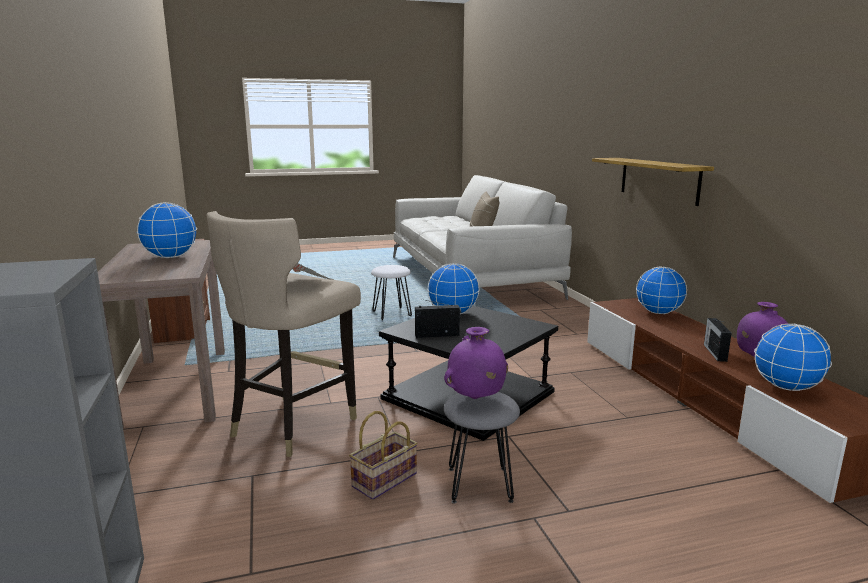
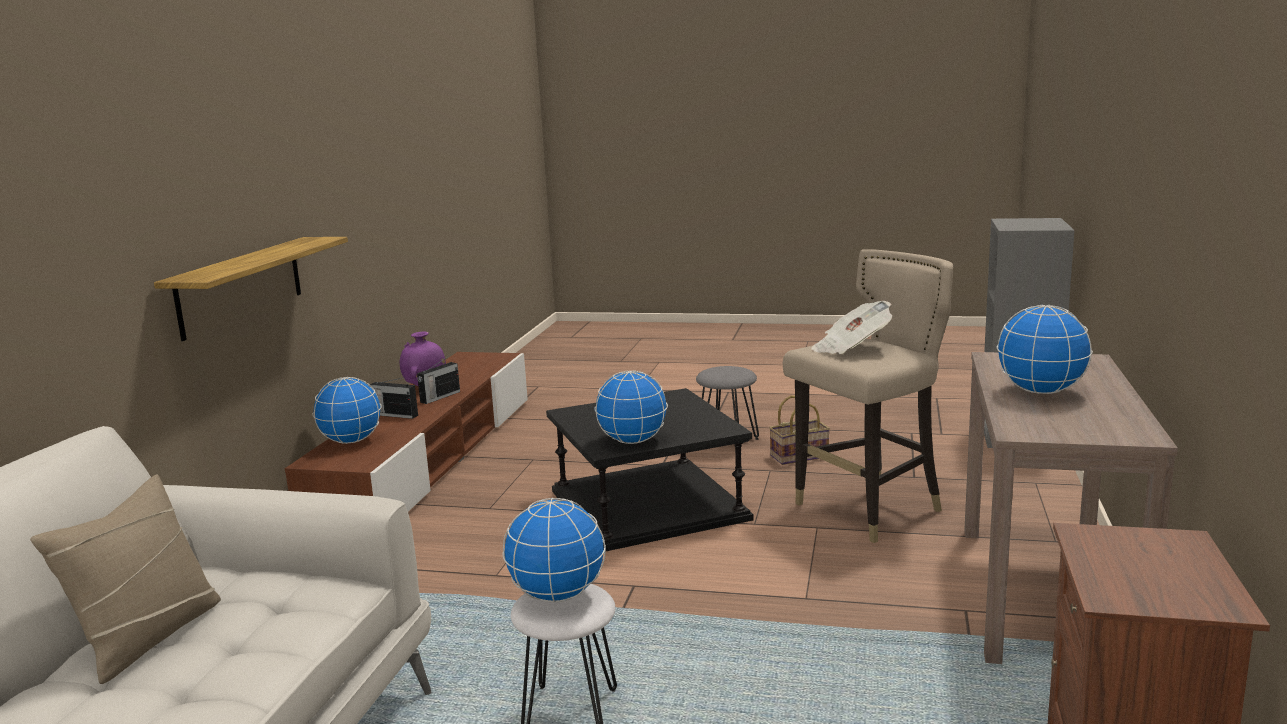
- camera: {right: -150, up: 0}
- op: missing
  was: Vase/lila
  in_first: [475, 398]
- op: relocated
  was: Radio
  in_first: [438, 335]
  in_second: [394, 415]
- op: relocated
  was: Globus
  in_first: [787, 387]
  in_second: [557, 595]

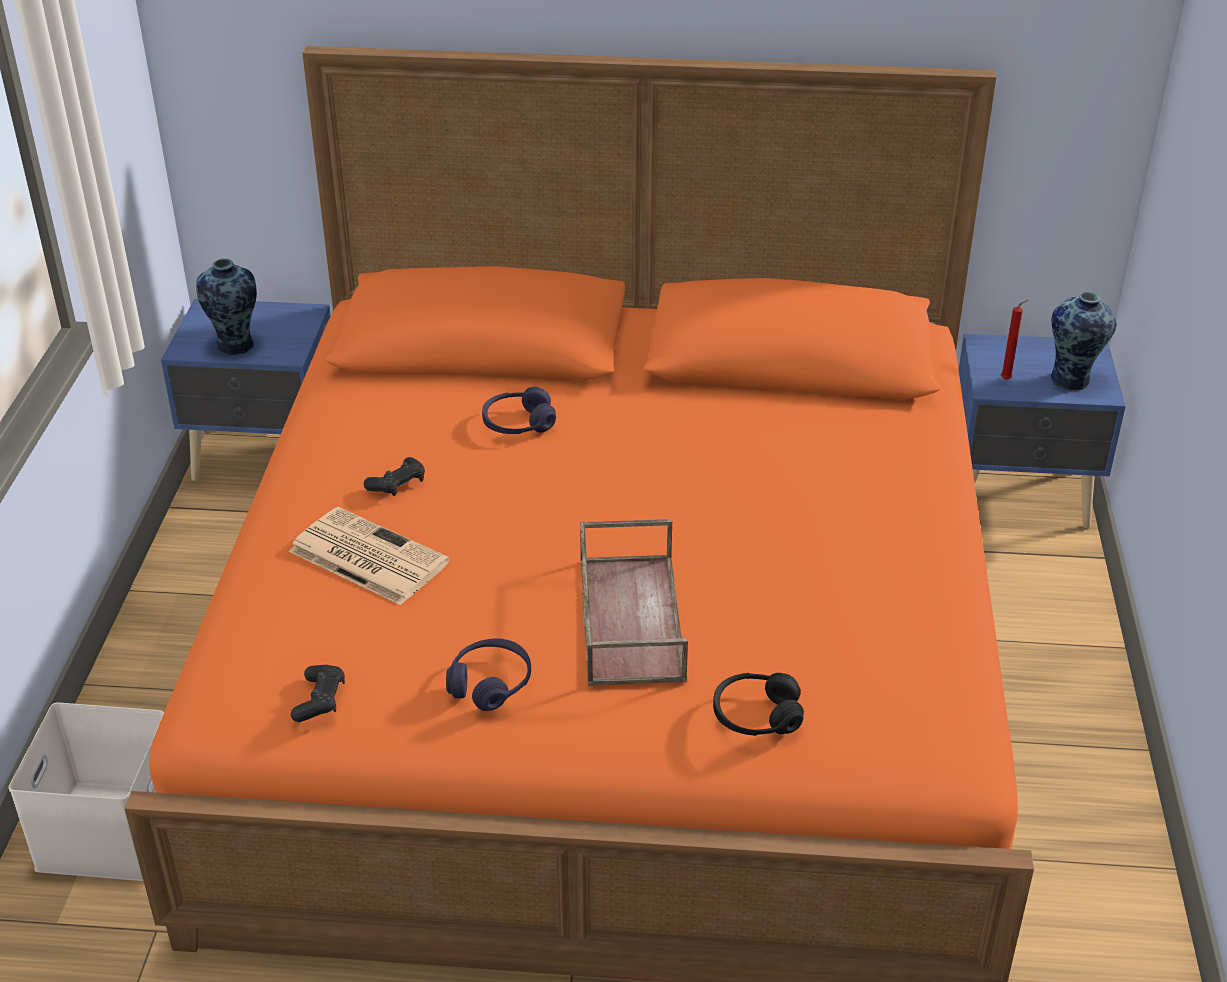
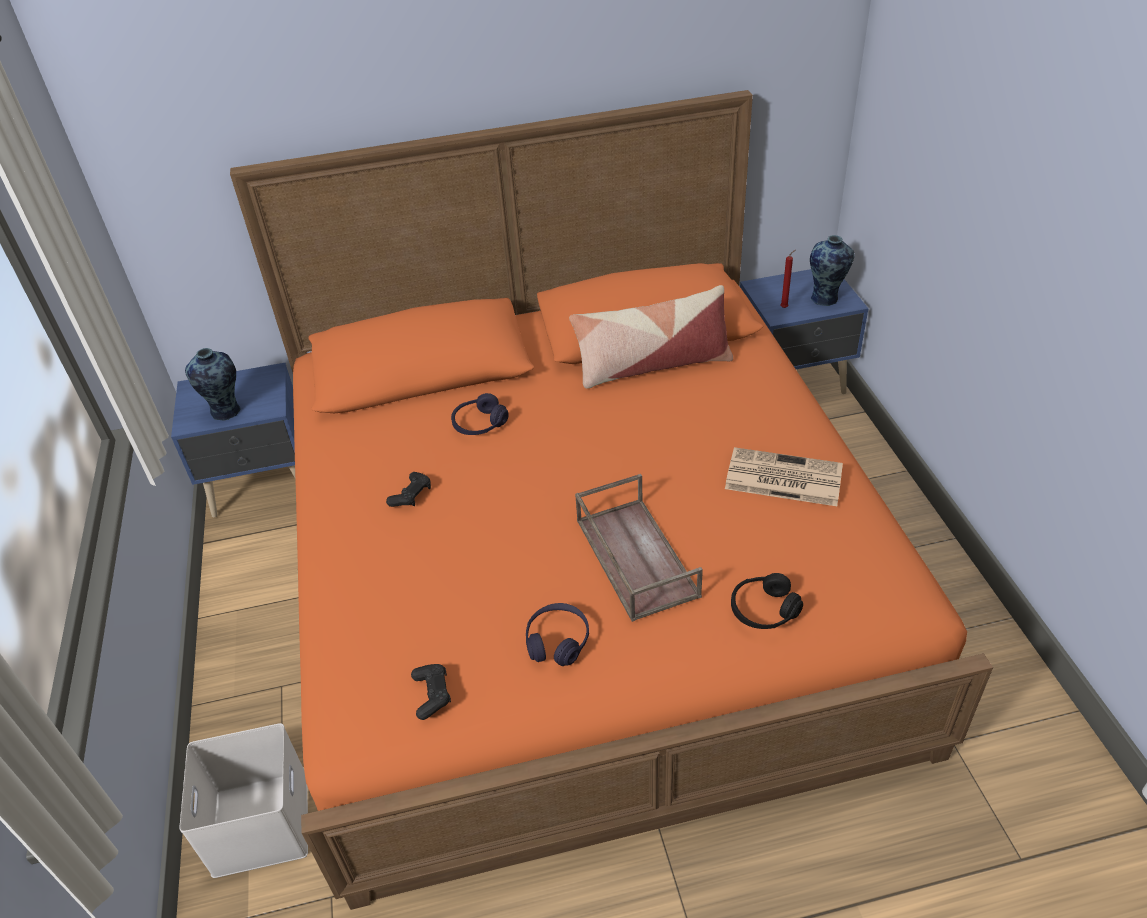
- camera: {right: -15, up: 5}
- op: appeared
  now: Kissen
  in_second: [652, 365]
- op: relocated
  was: Zeitung
  in_first: [366, 557]
  in_second: [781, 478]

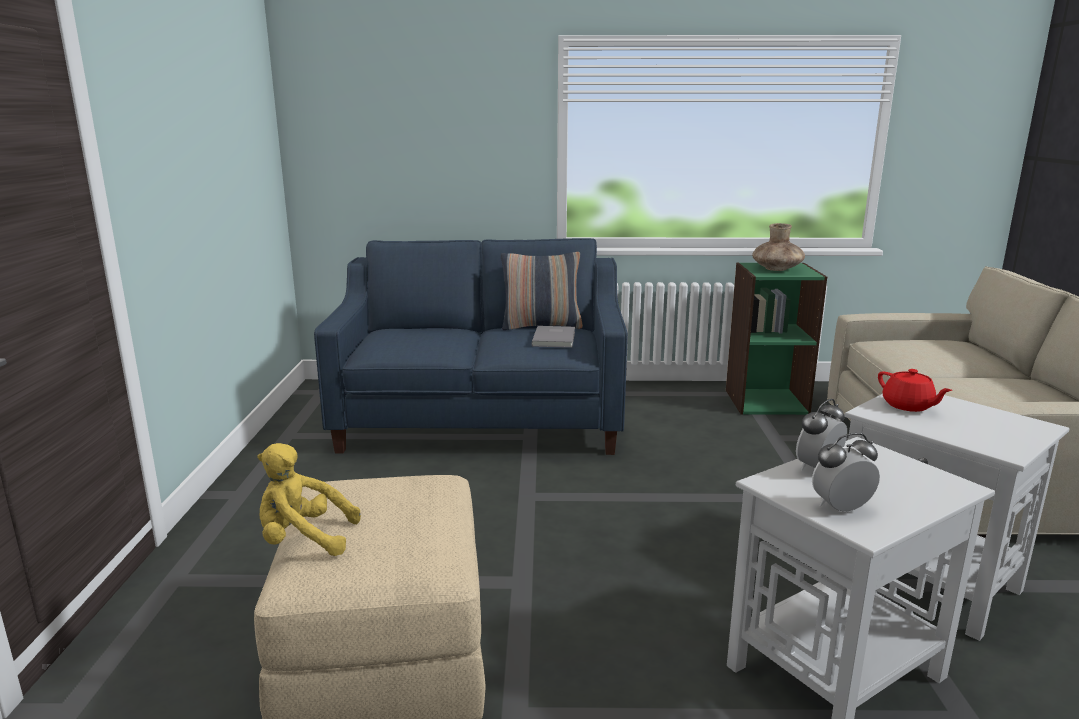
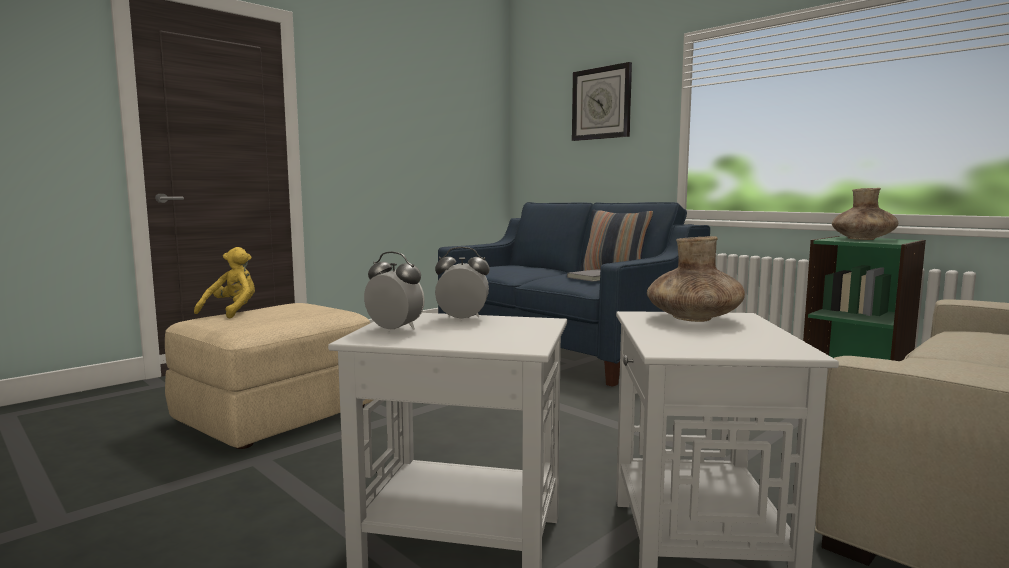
- camera: {right: 45, up: -10}
- op: appeared
  now: Wanduhr
  in_second: [601, 103]
- op: exchanged
  was: Teekanne/rot
  now: Vase/braun
  in_first: [908, 406]
  in_second: [693, 319]
- op: spun
  was: Plüschtier/gelb
  in_first: [304, 540]
  in_second: [232, 311]
  clockwise: 60

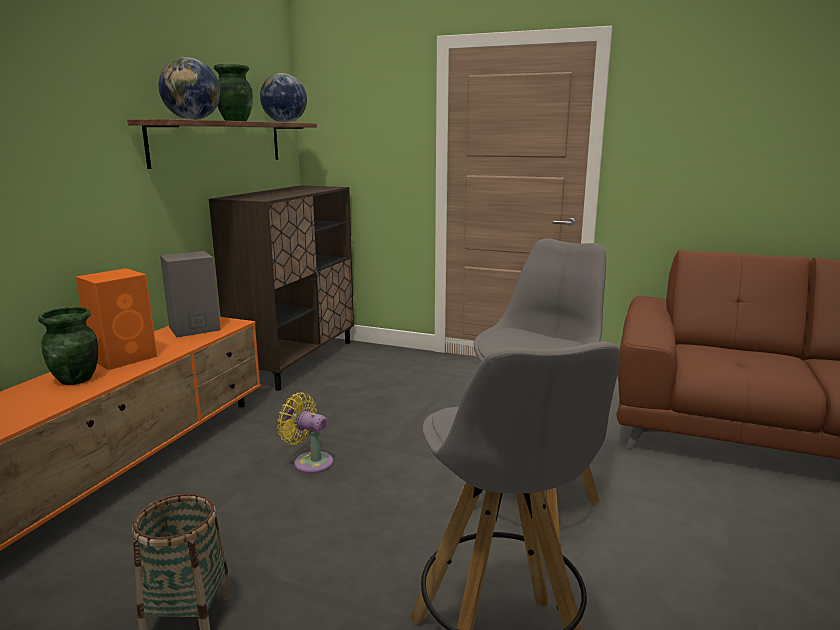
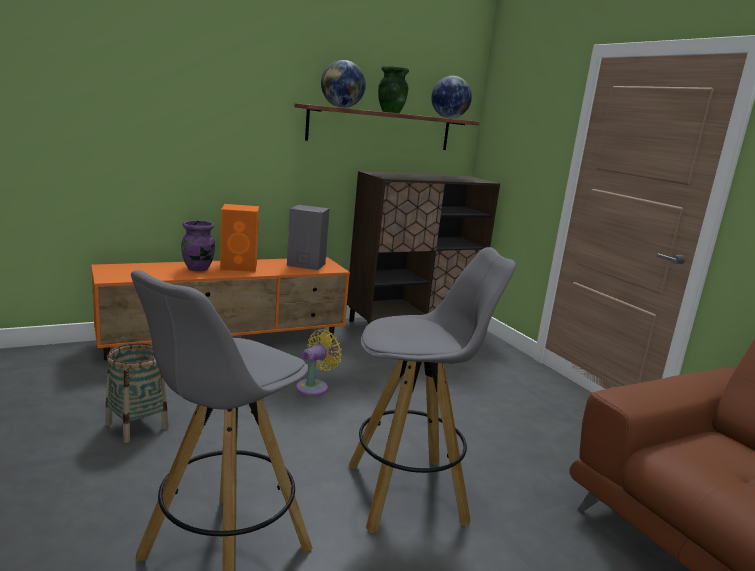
- camera: {right: 40, up: 0}
- op: colour
  was: Vase/grün
  now: Vase/lila
  in_first: [76, 379]
  in_second: [198, 269]
- op: spun
  was: Ventilator/gelb
  in_first: [309, 462]
  in_second: [315, 386]
  clockwise: 60

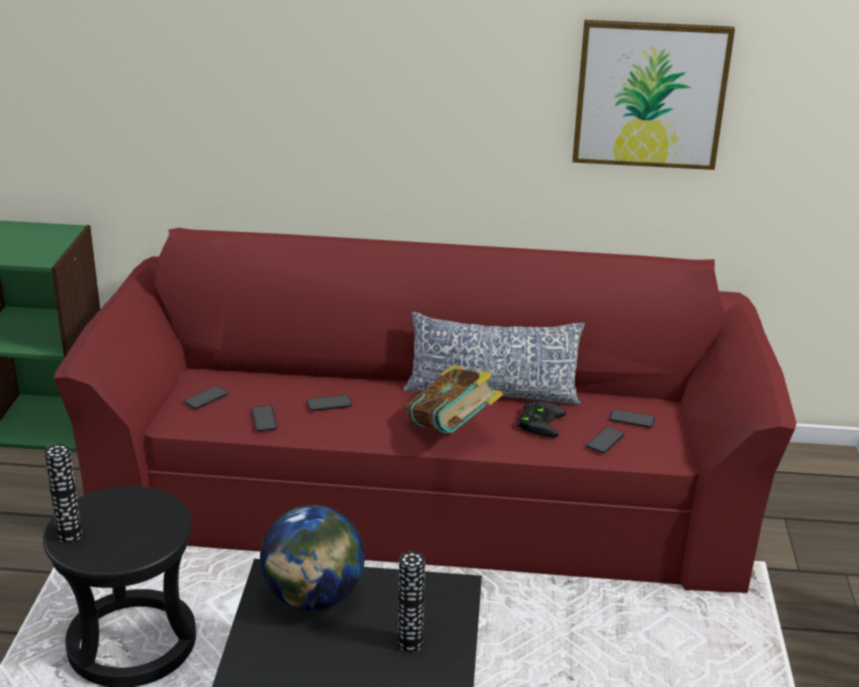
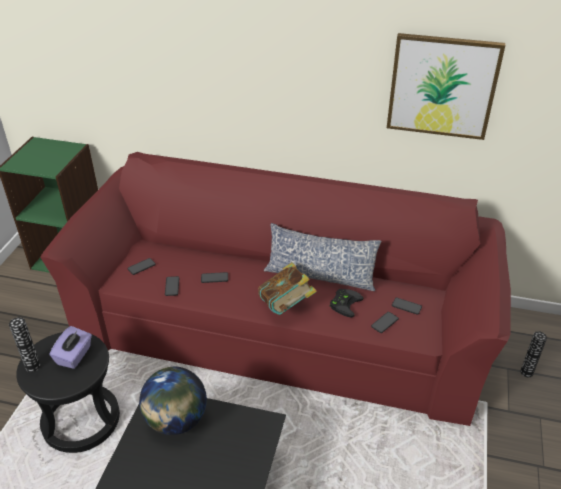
- camera: {right: 10, up: 10}
- op: appeared
  now: Taschentuchbox/lila
  in_second: [74, 356]
- op: relocated
  was: Vase
  in_first: [410, 643]
  in_second: [526, 372]

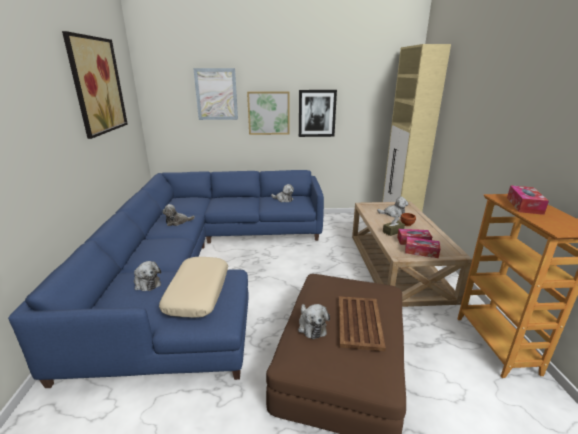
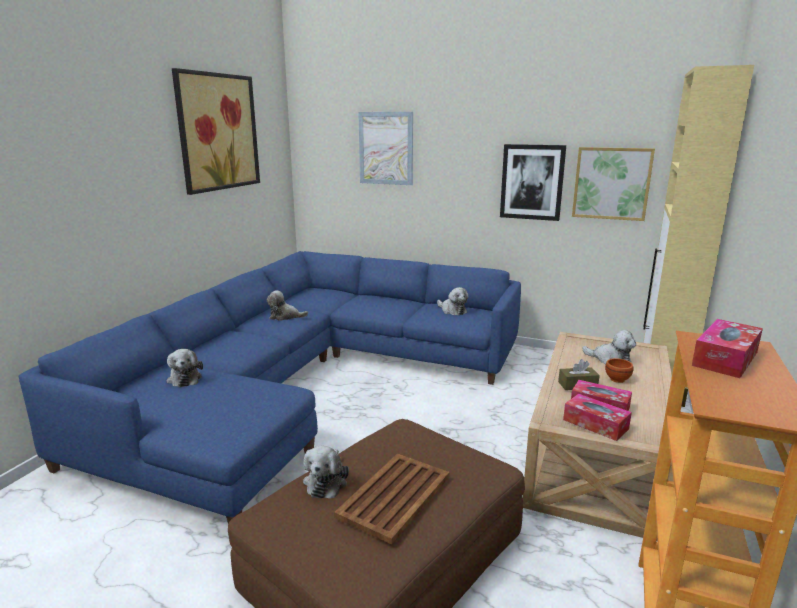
- camera: {right: 25, up: -5}
- op: missing
  was: Kissen/beige
  in_first: [197, 292]
- op: relocated
  was: Bild
  in_first: [268, 113]
  in_second: [611, 183]

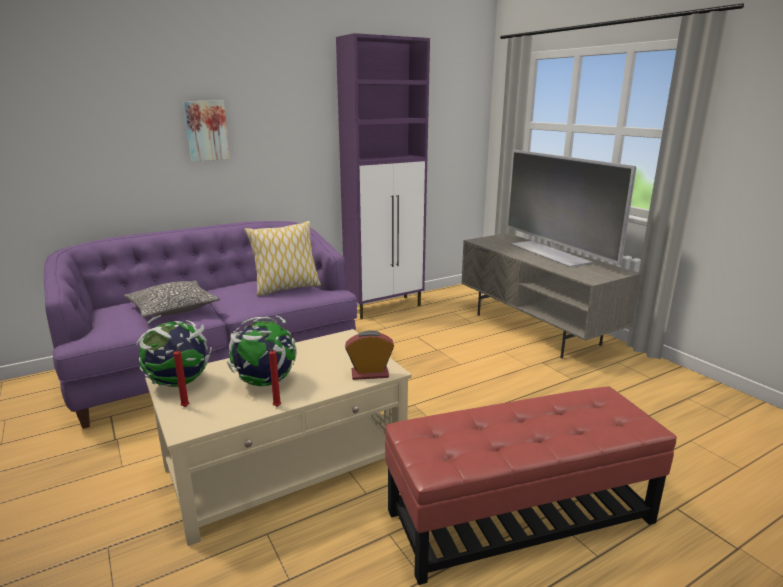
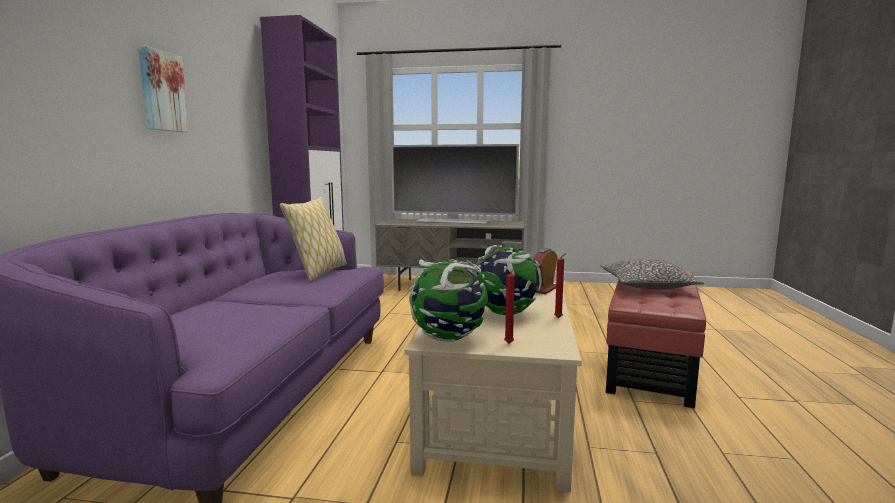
- camera: {right: -50, up: -10}
- op: relocated
  was: Kissen
  in_first: [173, 308]
  in_second: [647, 286]

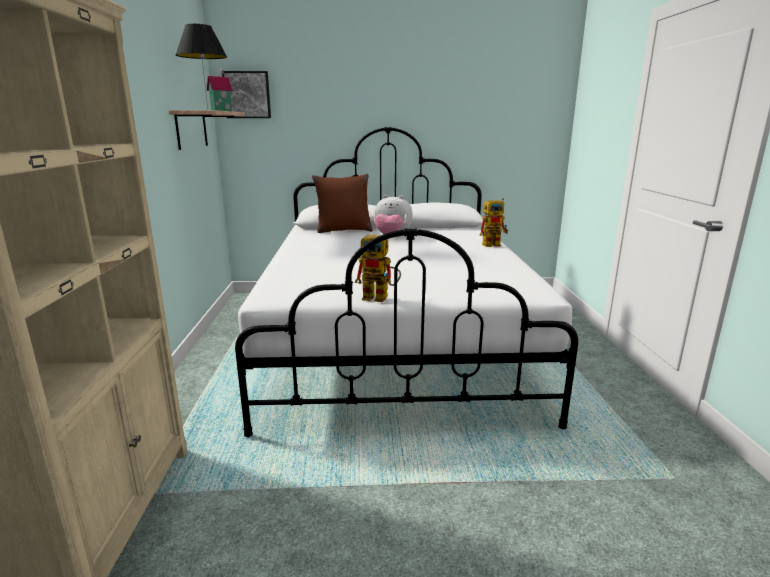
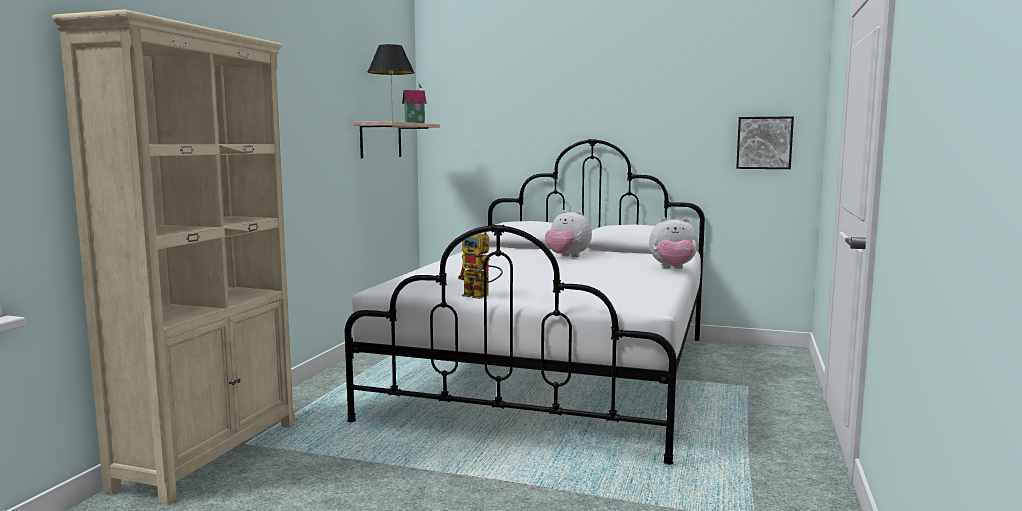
- camera: {right: 20, up: -10}
- op: missing
  was: Kissen/braun
  in_first: [343, 230]
- op: relocated
  was: Bild
  in_first: [247, 95]
  in_second: [764, 143]
- op: exchanged
  was: Spielzeugroboter
  now: Plüschtier
  in_first: [494, 244]
  in_second: [673, 269]

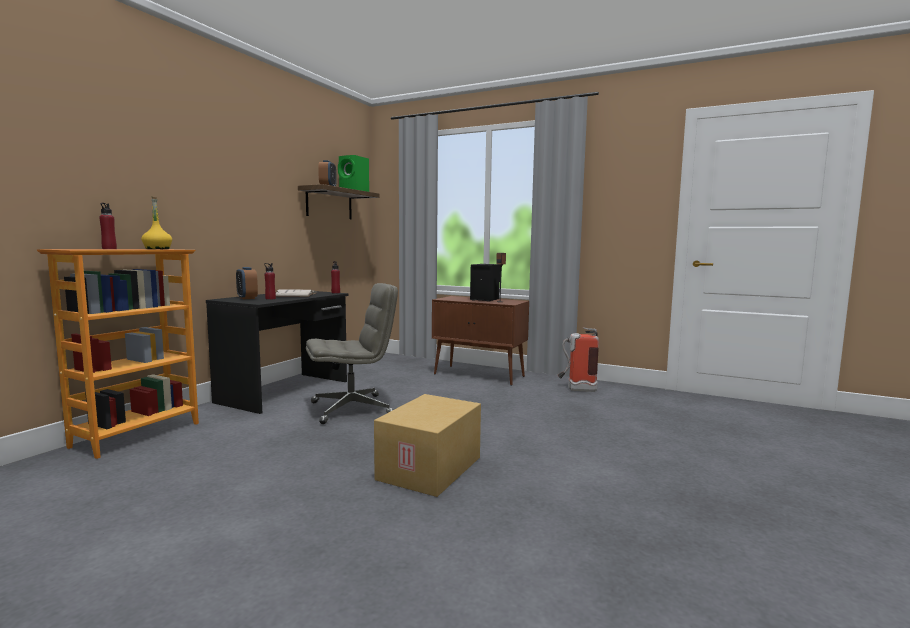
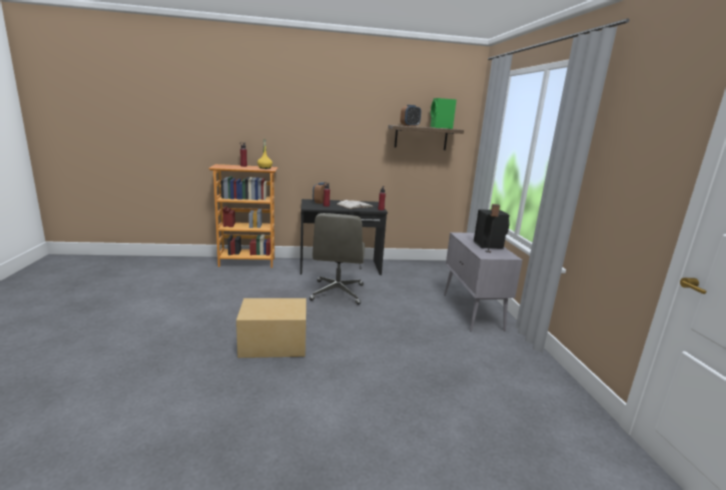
- camera: {right: 55, up: 10}
- op: missing
  was: Feuerlöscher
  in_first: [576, 389]
- op: colour
  was: Schrank/braun
  now: Schrank/grau
  in_first: [479, 375]
  in_second: [472, 312]
- op: spun
  was: Bürostuhl/grau
  in_first: [352, 409]
  in_second: [337, 293]
  clockwise: 60

